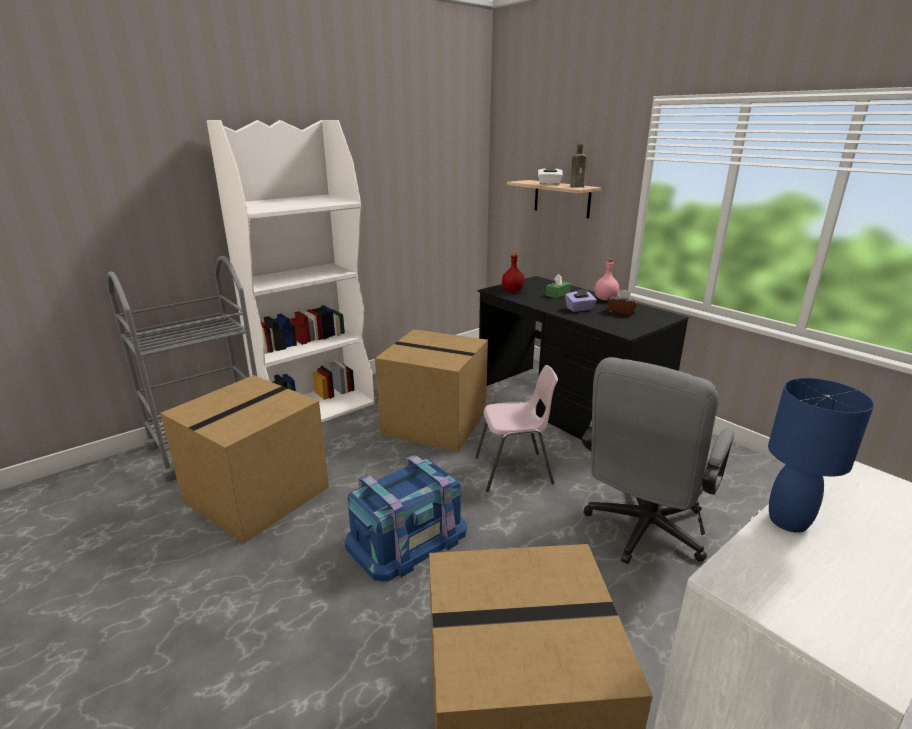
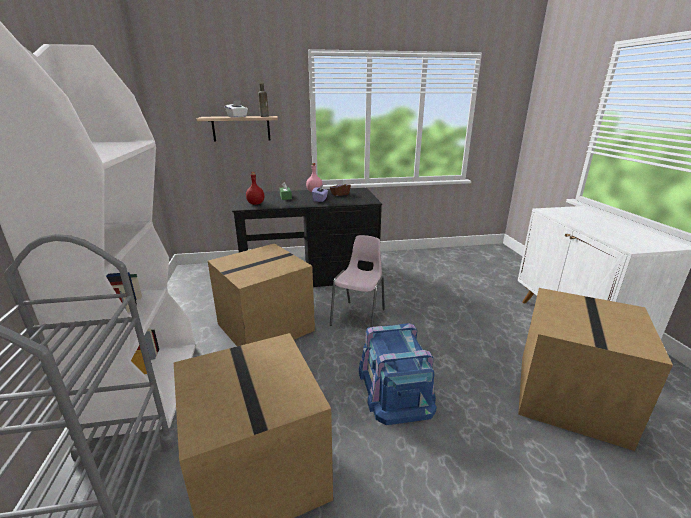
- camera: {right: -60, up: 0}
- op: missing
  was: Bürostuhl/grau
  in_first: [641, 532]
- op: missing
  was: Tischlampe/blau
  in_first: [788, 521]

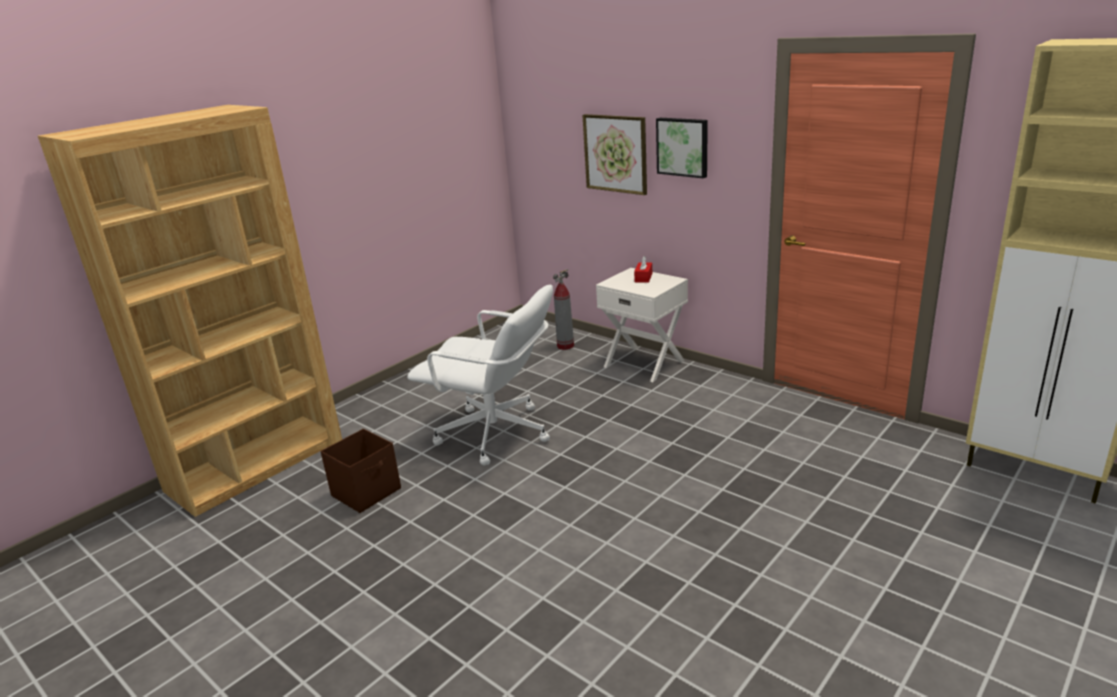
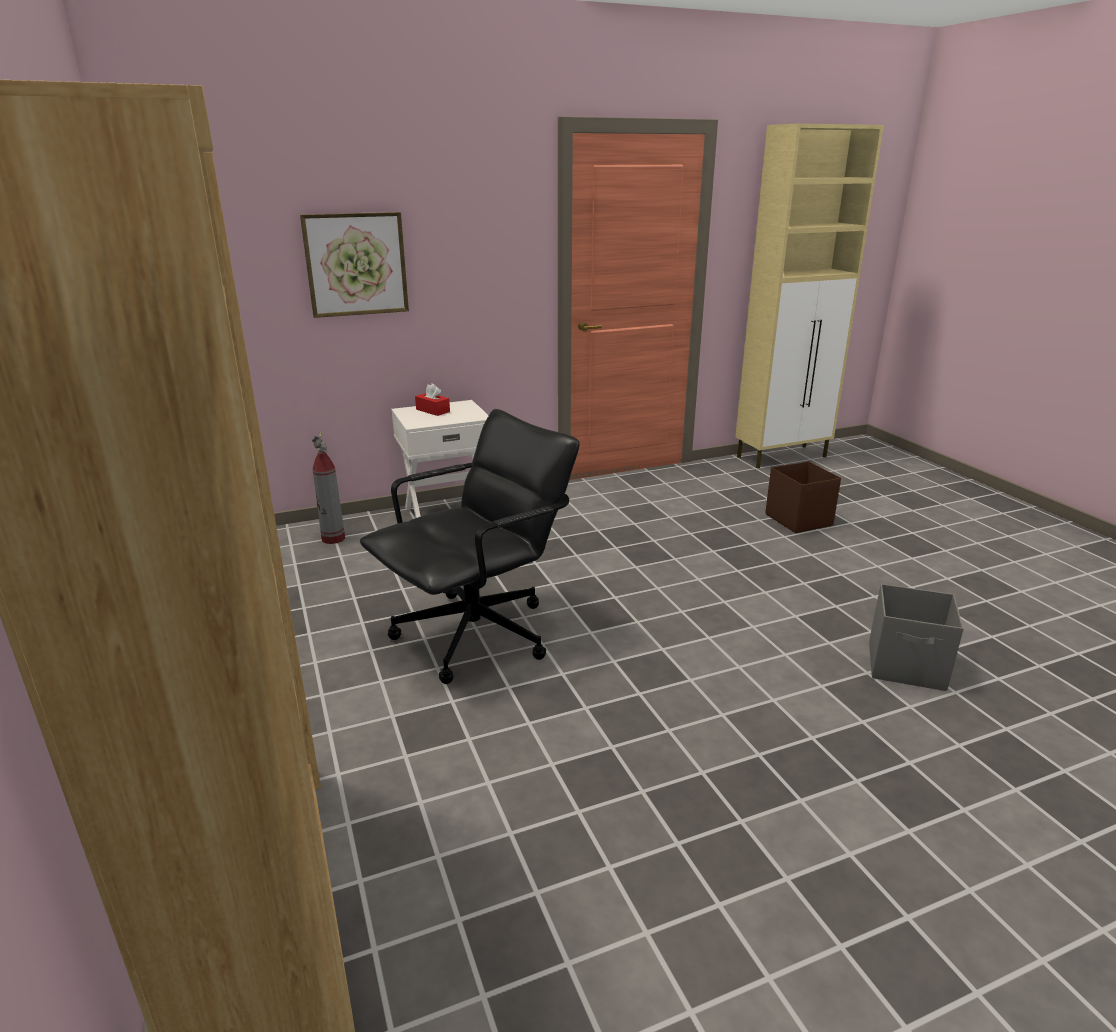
- camera: {right: -65, up: 0}
- op: missing
  was: Bild
  in_first: [683, 147]
- op: appeared
  now: Aufbewahrungsbox/grau
  in_second: [907, 667]
- op: relocated
  was: Aufbewahrungsbox/braun
  in_first: [367, 492]
  in_second: [798, 519]
- op: colour
  was: Bürostuhl/weiß
  now: Bürostuhl/schwarz
  in_first: [495, 434]
  in_second: [477, 635]

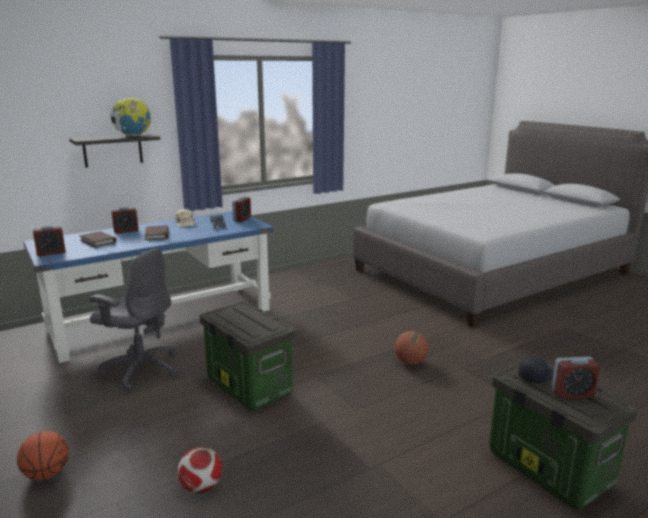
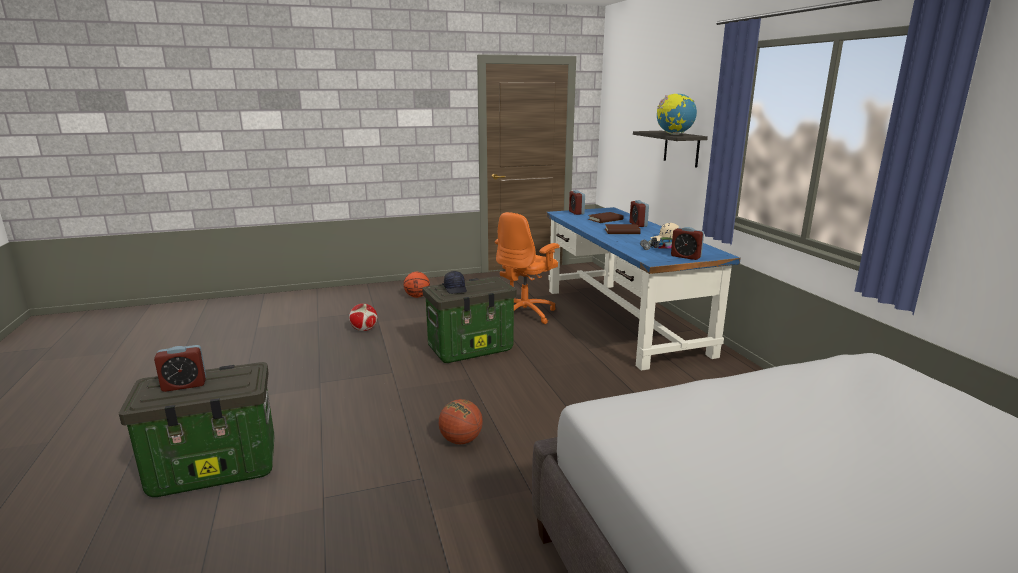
- camera: {right: 105, up: 0}
- op: relocated
  was: Kappe/schwarz
  in_first: [536, 376]
  in_second: [456, 289]
- op: colour
  was: Bürostuhl/grau
  now: Bürostuhl/orange
  in_first: [141, 369]
  in_second: [525, 314]
- op: spun
  was: Wecker
  in_first: [572, 394]
  in_second: [184, 385]
  clockwise: -120

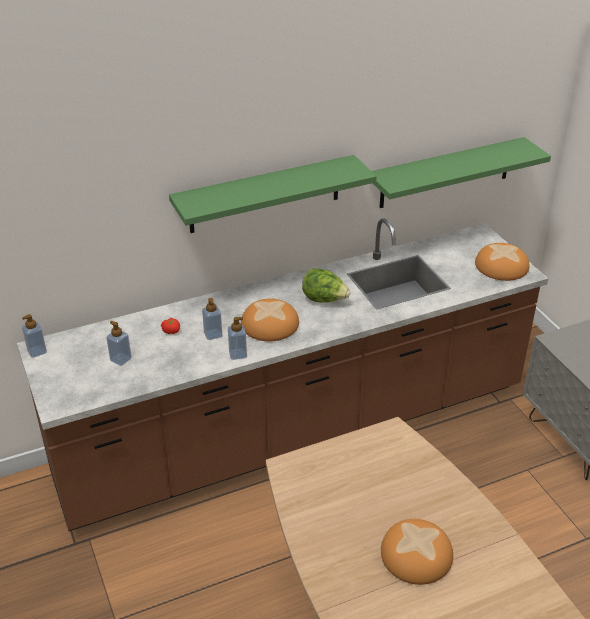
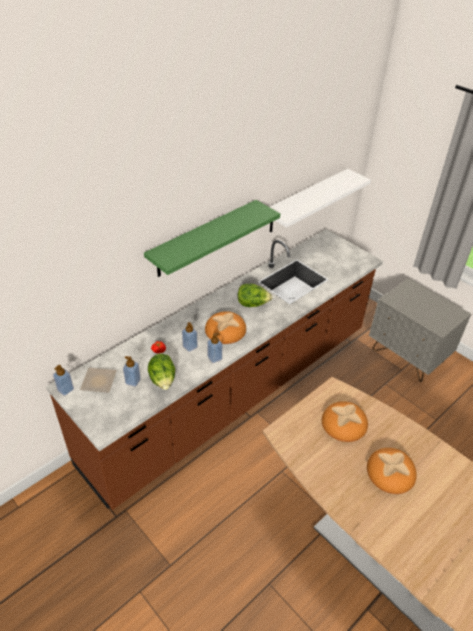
- camera: {right: -20, up: 5}
- op: appeared
  now: Teller
  in_second: [100, 380]
- op: appeared
  now: Salatkopf
  in_second: [163, 380]
- op: relocated
  was: Brot
  in_first: [501, 266]
  in_second: [343, 424]
- op: colour
  was: Wandregal/grün
  now: Wandregal/weiß
  in_first: [446, 173]
  in_second: [306, 201]

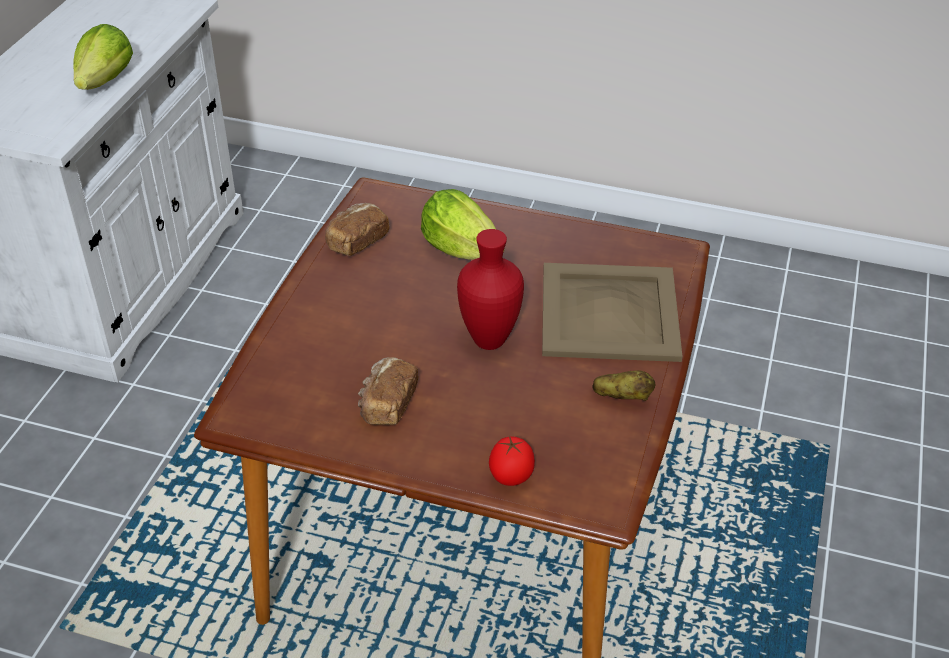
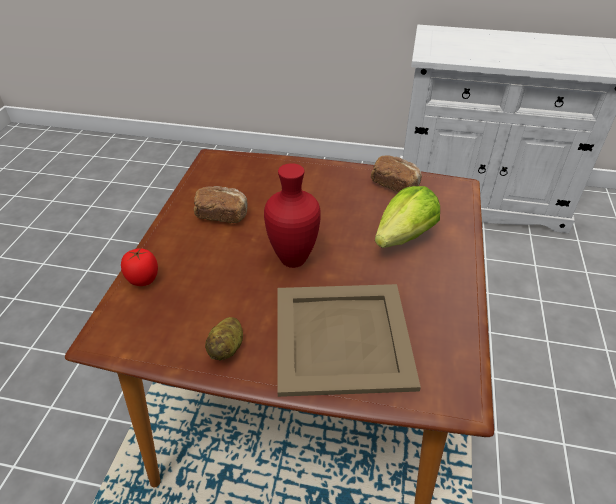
- camera: {right: 85, up: 0}
- op: missing
  was: Salatkopf
  in_first: [106, 81]

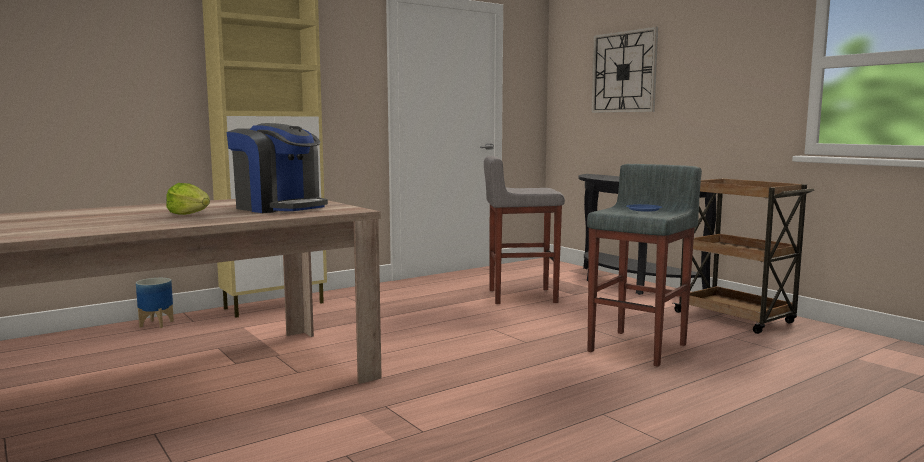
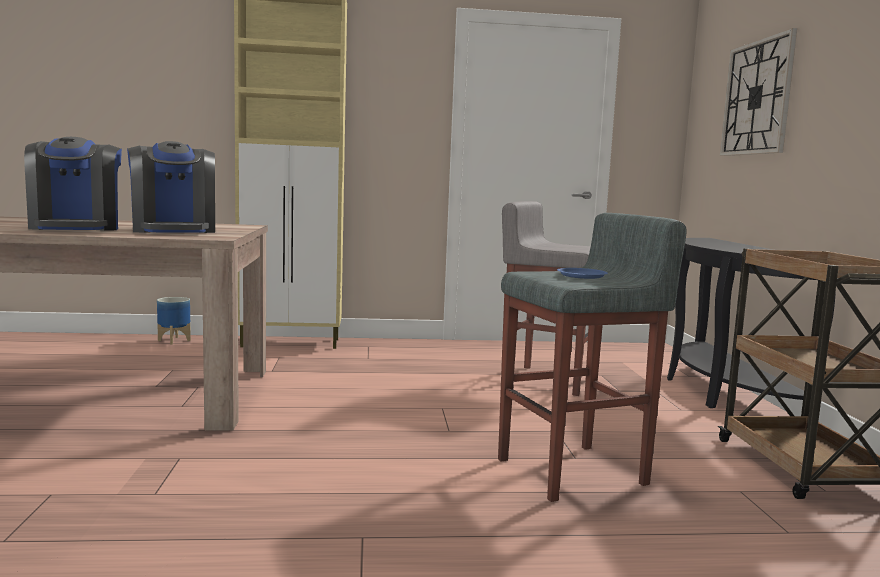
- camera: {right: 30, up: 0}
- op: exchanged
  was: Salatkopf
  now: Kaffeemaschine
  in_first: [191, 215]
  in_second: [77, 228]

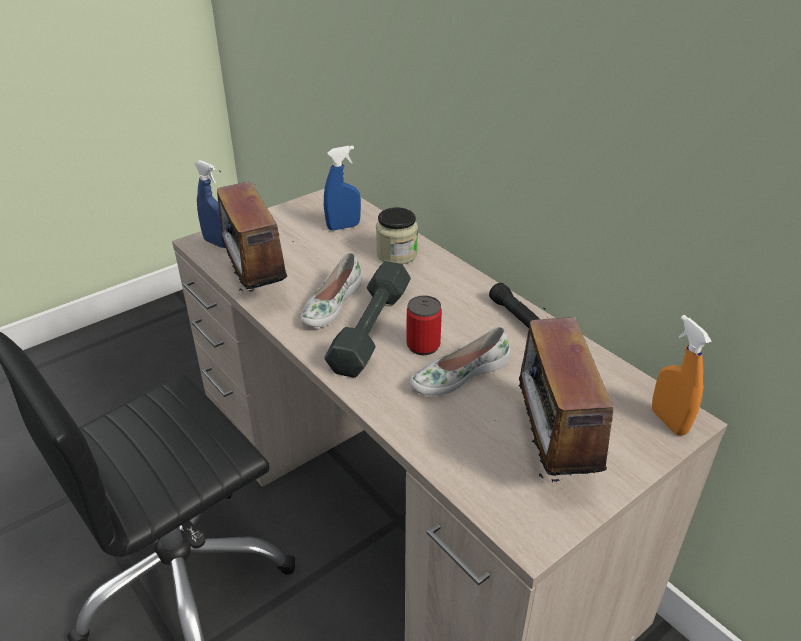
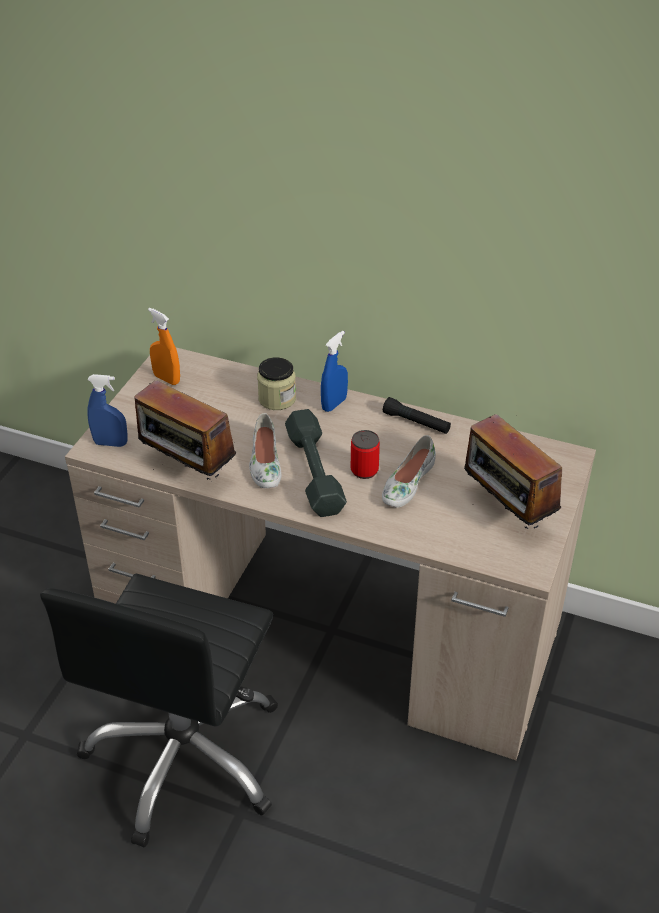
- camera: {right: -30, up: 5}
- op: relocated
  was: Sprühflasche/blau
  in_first: [343, 227]
  in_second: [334, 404]
- op: relocated
  was: Sprühflasche/orange
  in_first: [668, 421]
  in_second: [166, 379]

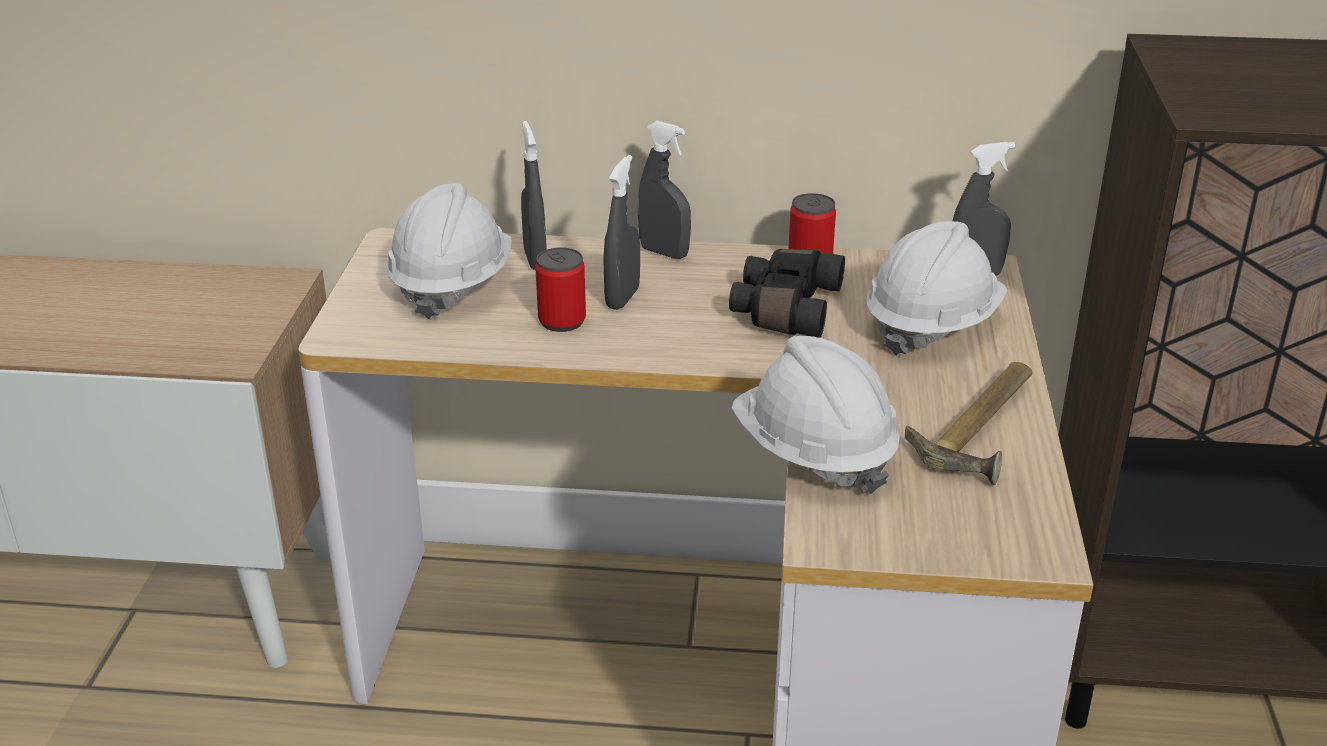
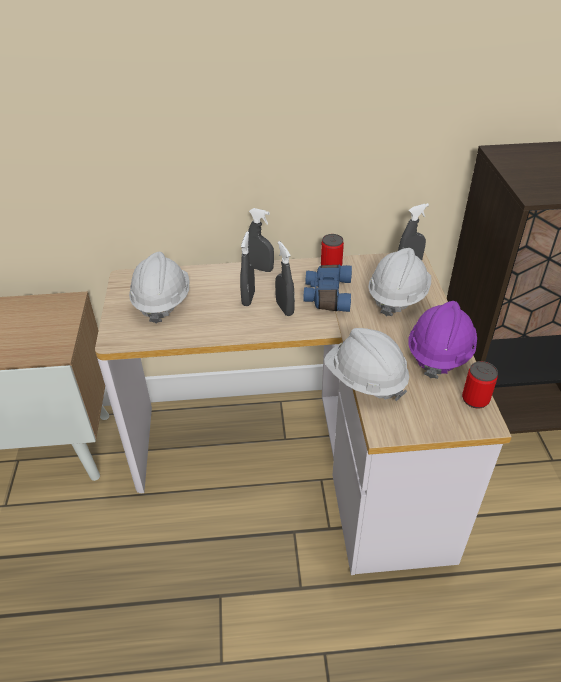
- camera: {right: -10, up: 10}
- op: relocated
  was: Sprühflasche/grau
  in_first: [535, 259]
  in_second: [284, 308]
- op: relocated
  was: Dose
  in_first: [562, 321]
  in_second: [475, 399]
- op: exchanged
  was: Hammer
  now: Schutzhelm/lila
  in_first: [987, 428]
  in_second: [439, 353]
- op: colour
  was: Fernglas/schwarz
  now: Fernglas/blau
  in_first: [783, 309]
  in_second: [326, 295]

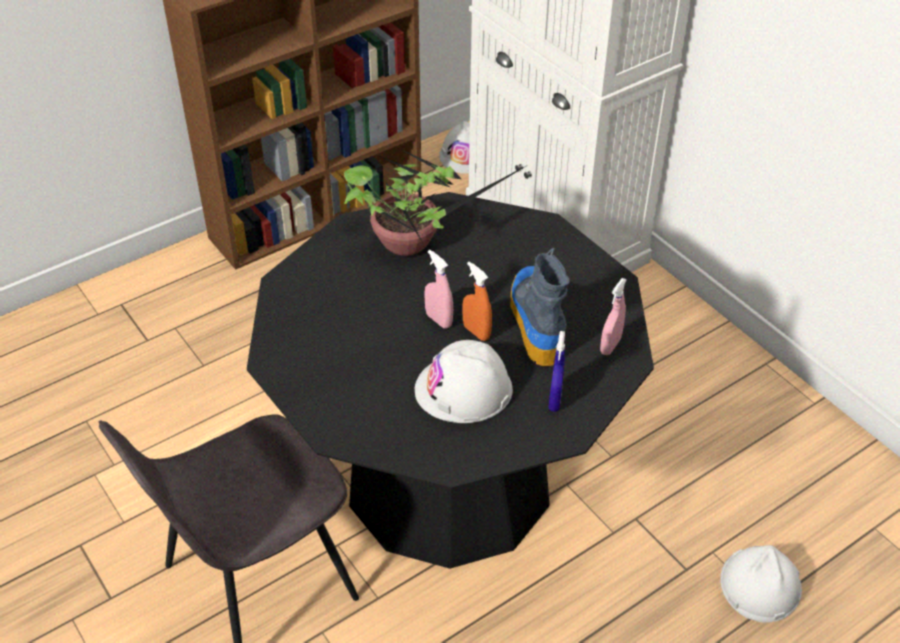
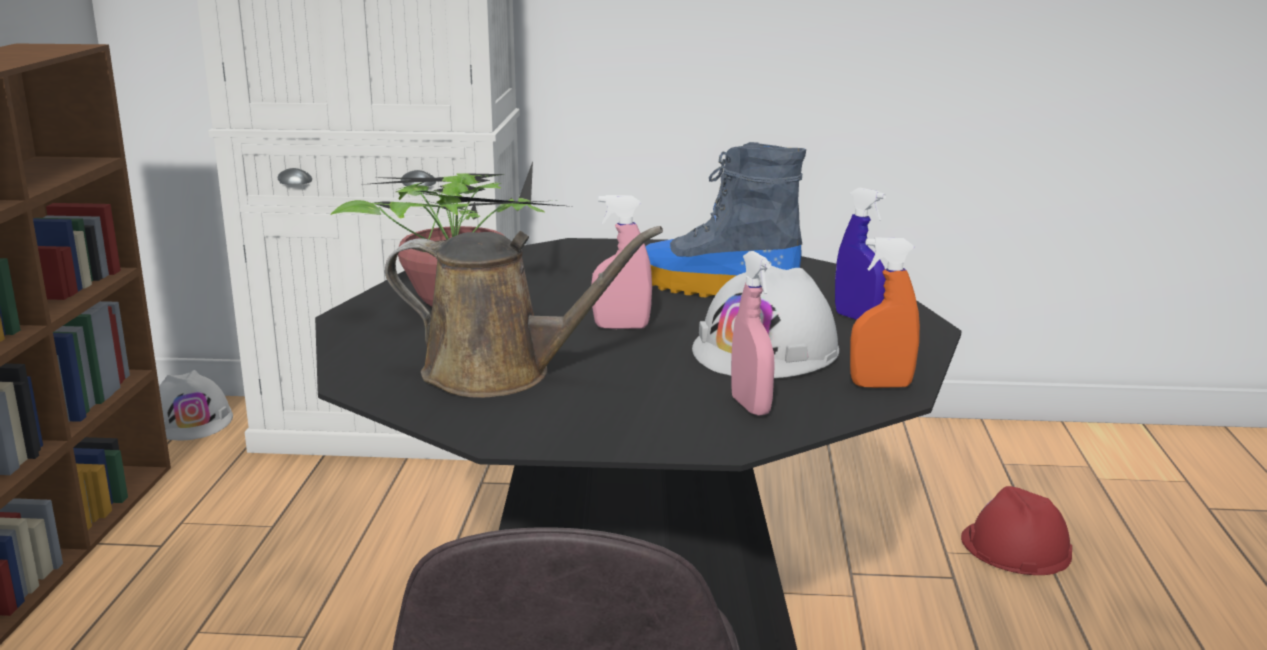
- camera: {right: -50, up: -25}
- op: appeared
  now: Gießkanne/braun
  in_second: [500, 374]
- op: relocated
  was: Sprühflasche/orange
  in_first: [476, 332]
  in_second: [881, 385]
- op: relocated
  was: Sprühflasche/rosa
  in_first: [610, 346]
  in_second: [750, 406]
- op: colour
  was: Schutzhelm/weiß
  now: Schutzhelm/rot
  in_first: [760, 584]
  in_second: [1015, 547]

